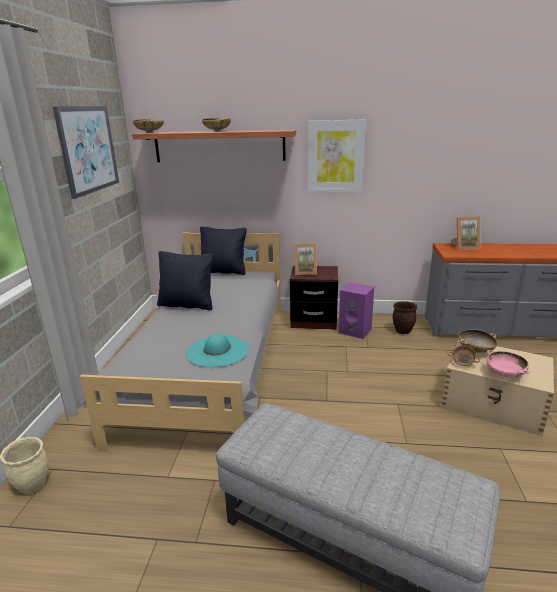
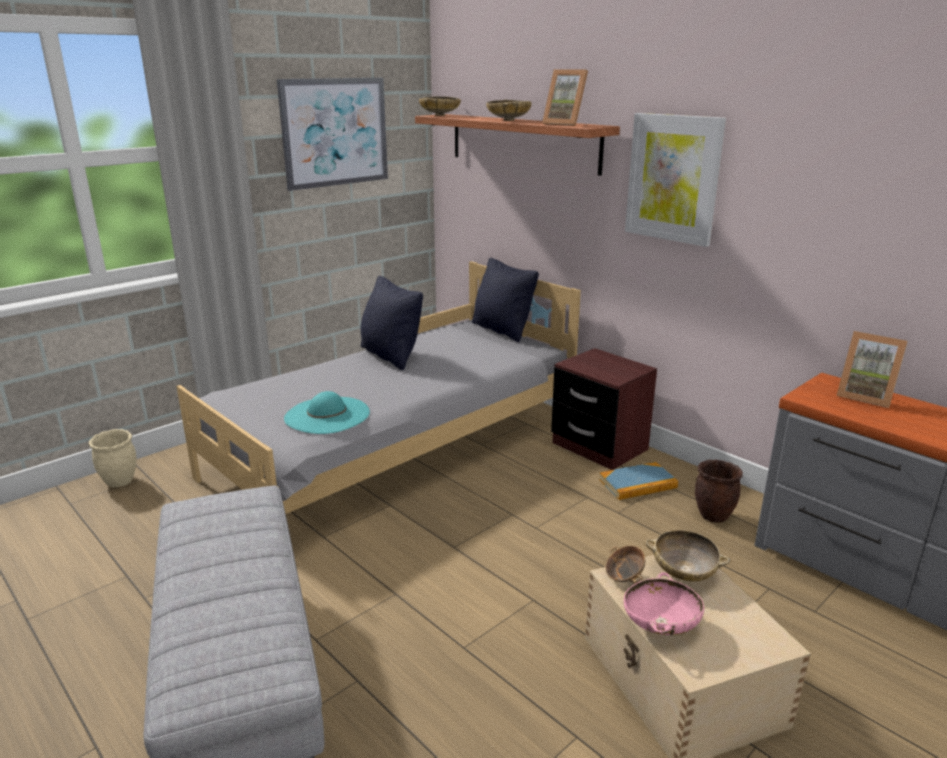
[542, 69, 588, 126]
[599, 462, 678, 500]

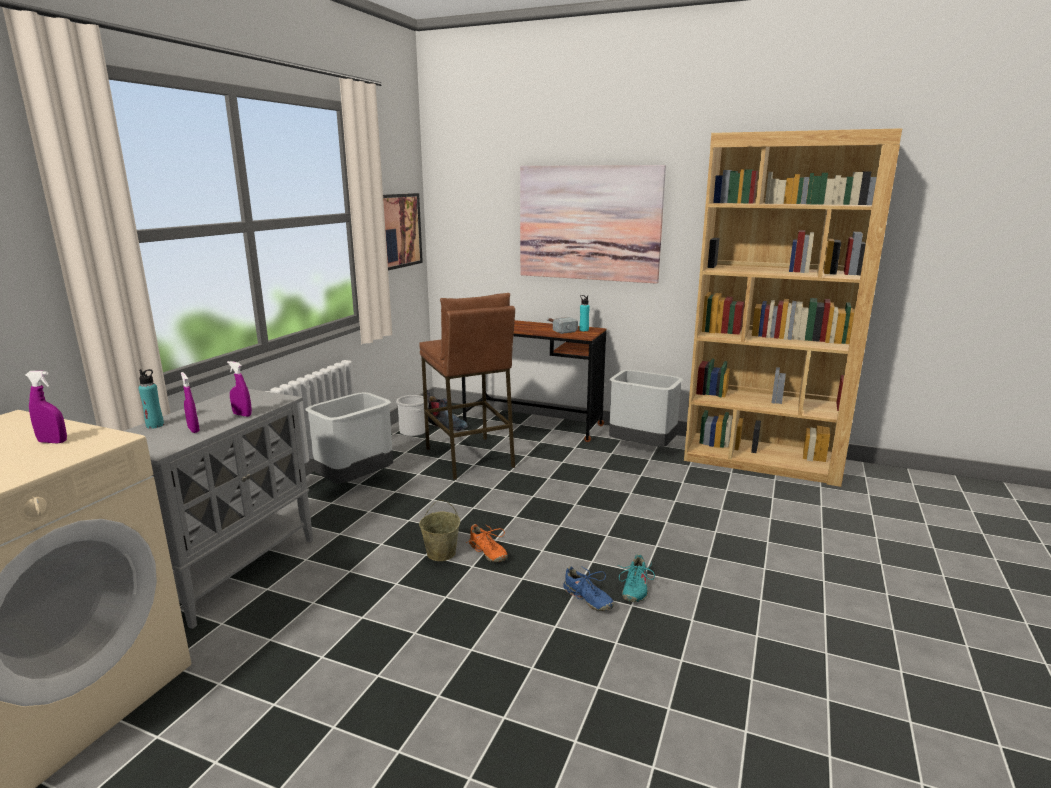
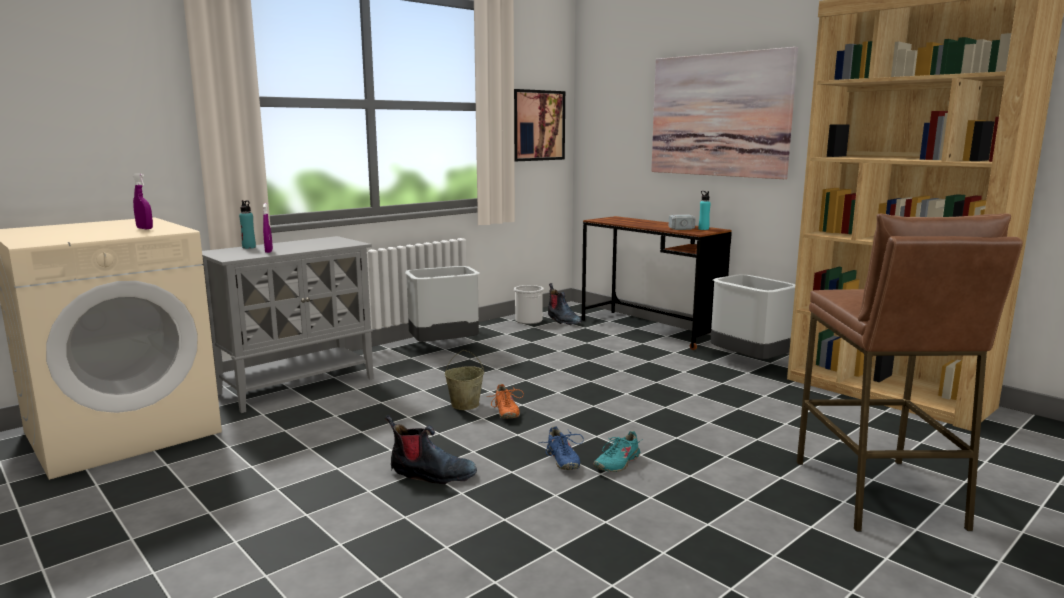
[227, 361, 252, 417] (first image)
[797, 213, 1023, 532]
[385, 415, 477, 484]

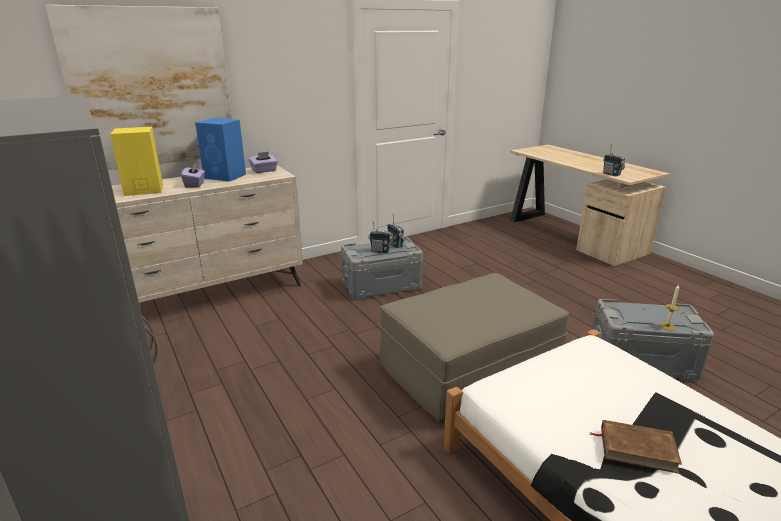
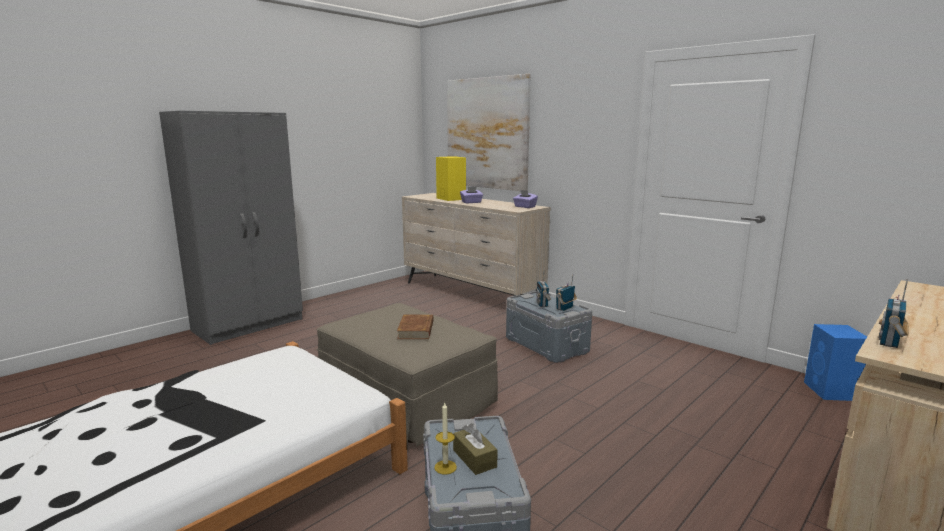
[804, 324, 867, 401]
[397, 314, 434, 339]
[453, 423, 498, 475]

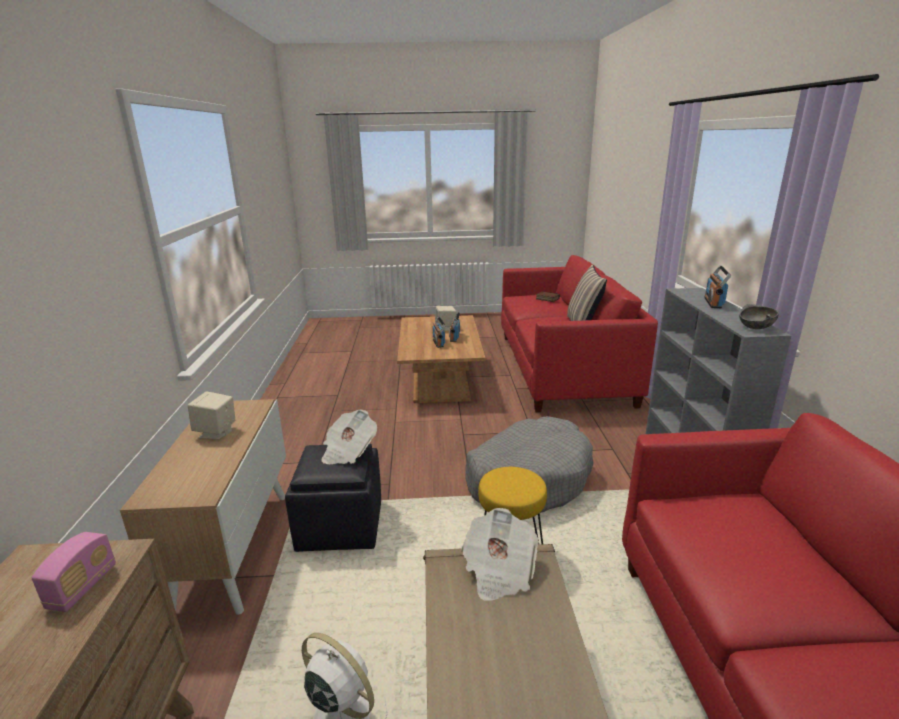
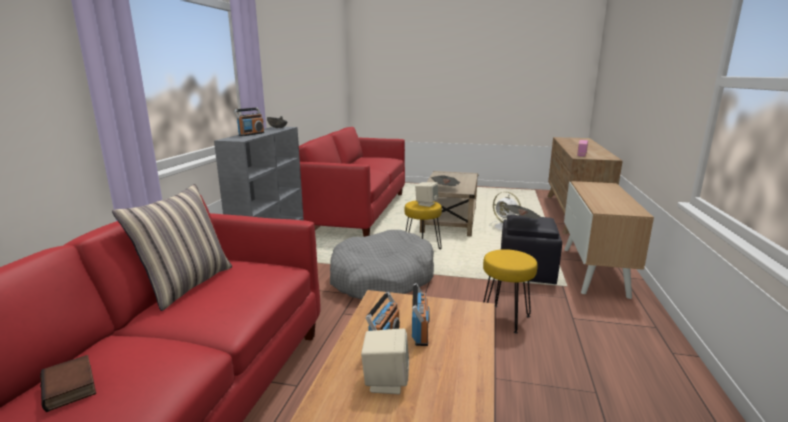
[415, 182, 438, 207]
[483, 249, 538, 334]

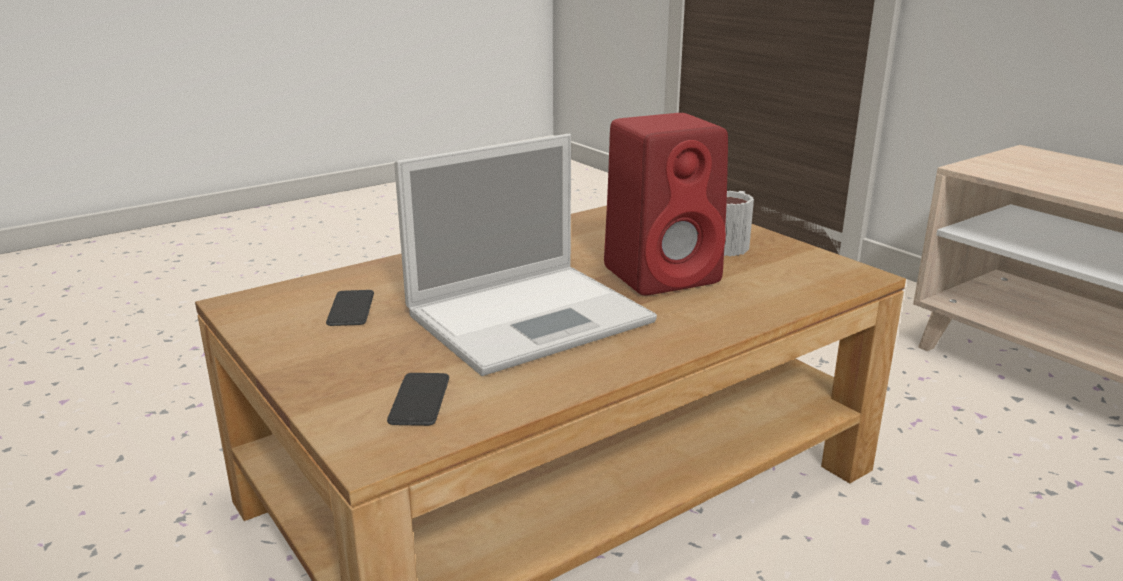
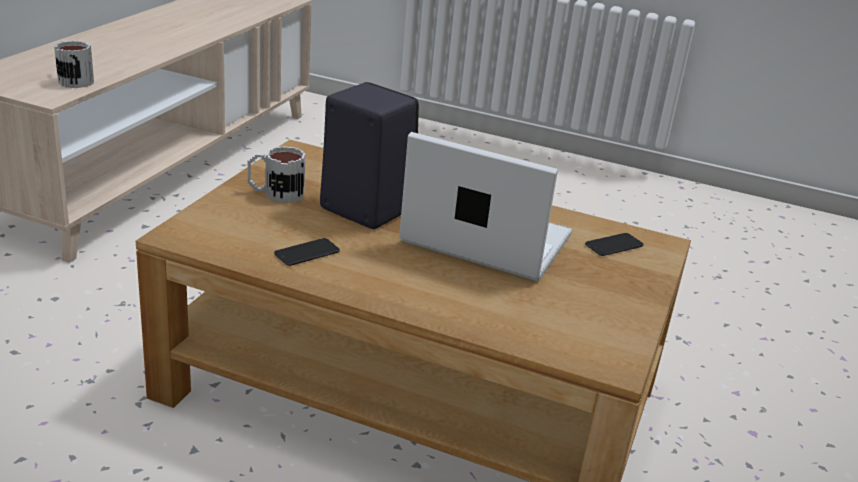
[274, 238, 340, 266]
[320, 82, 419, 229]
[54, 40, 94, 88]

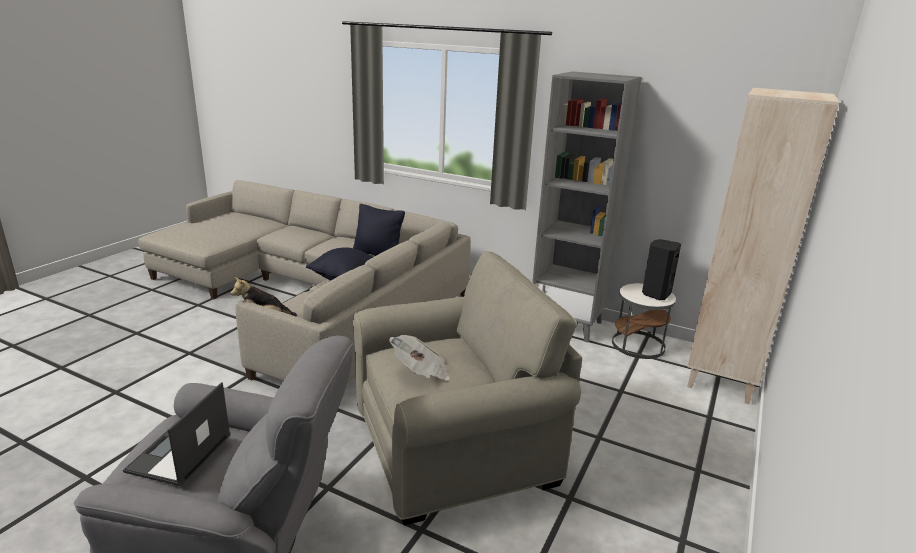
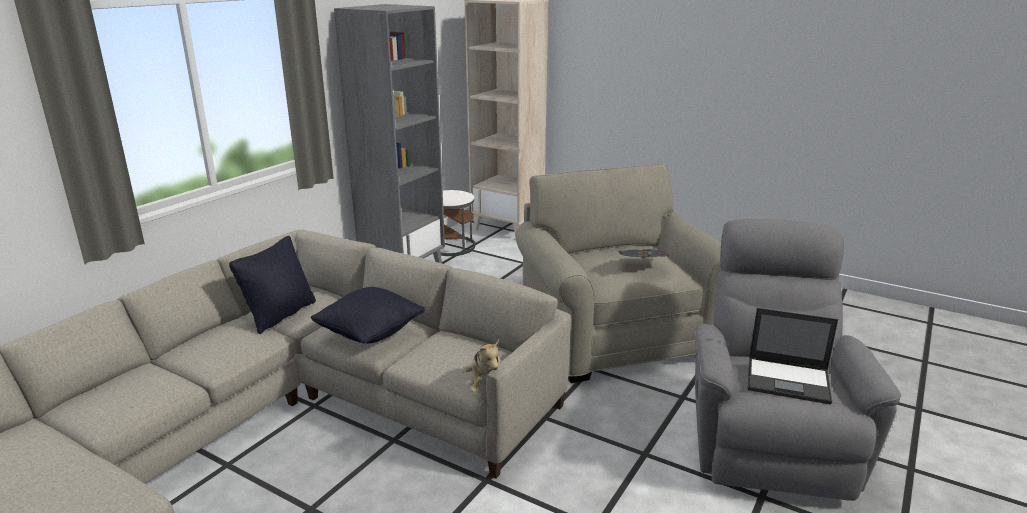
[642, 239, 681, 300] (first image)

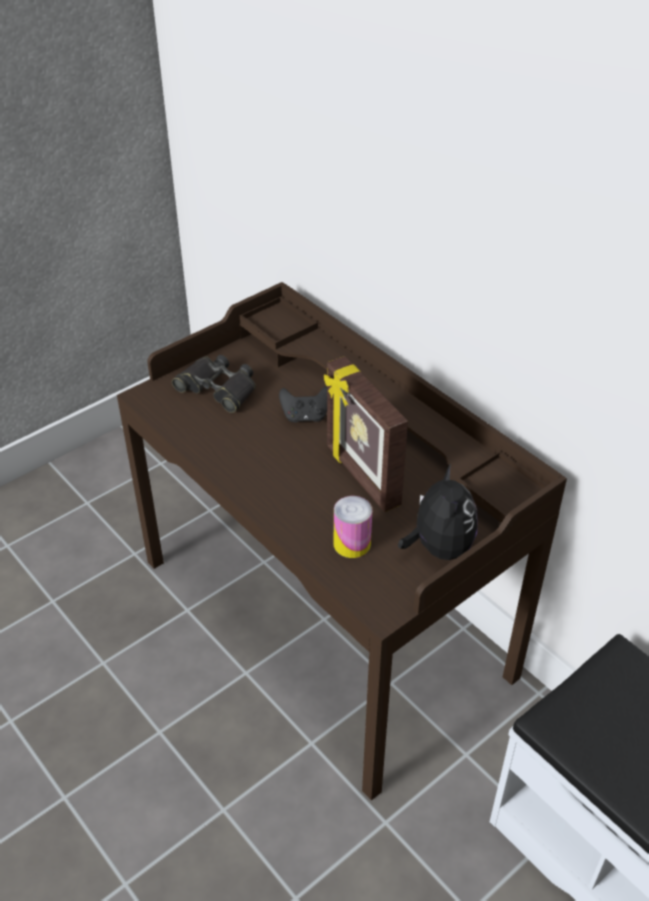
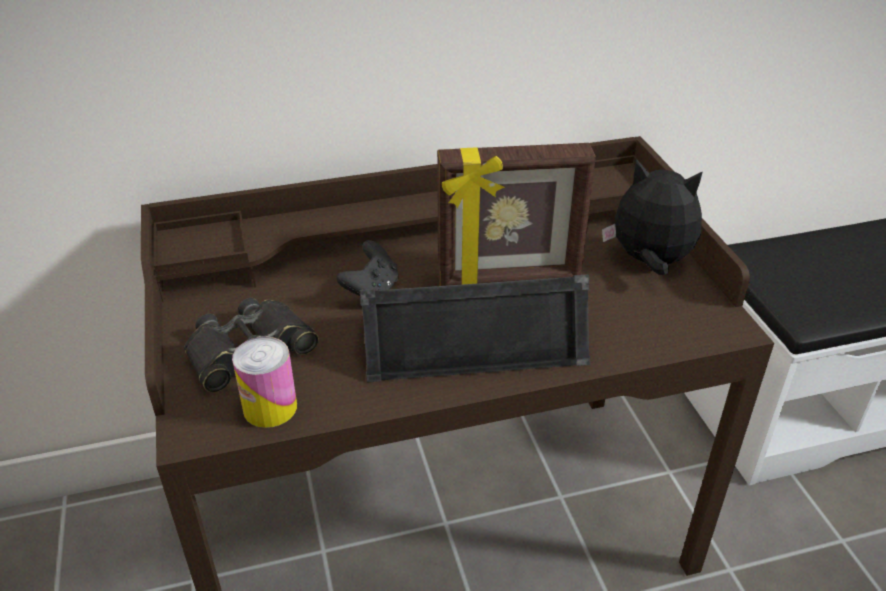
[232, 337, 297, 428]
[360, 274, 590, 382]

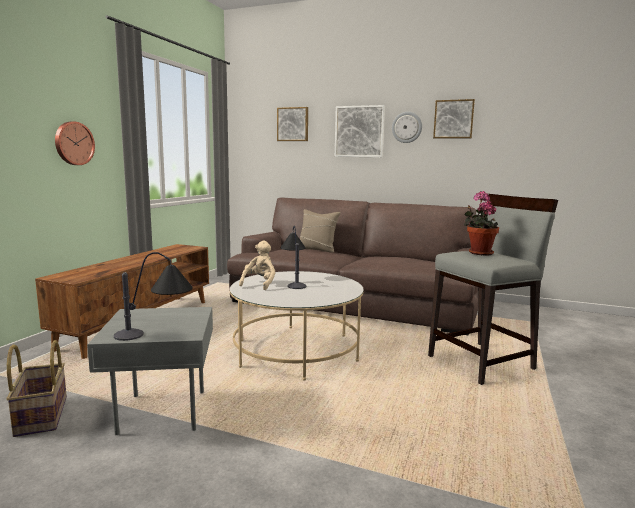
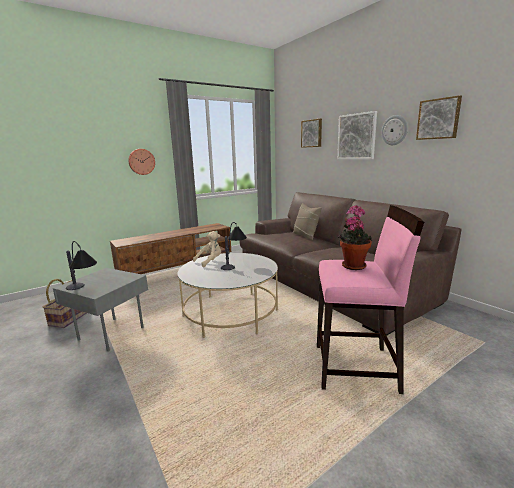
[317, 205, 424, 394]

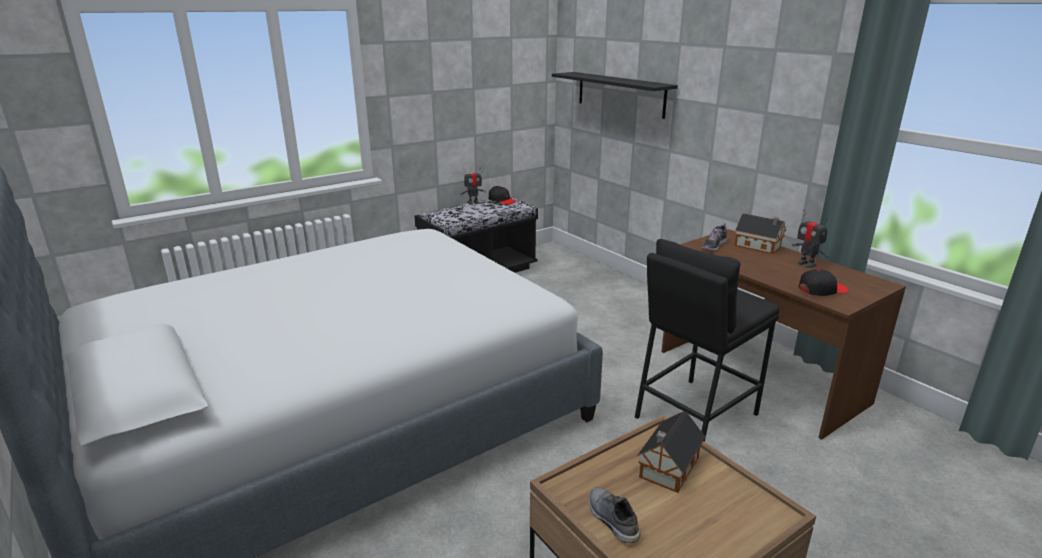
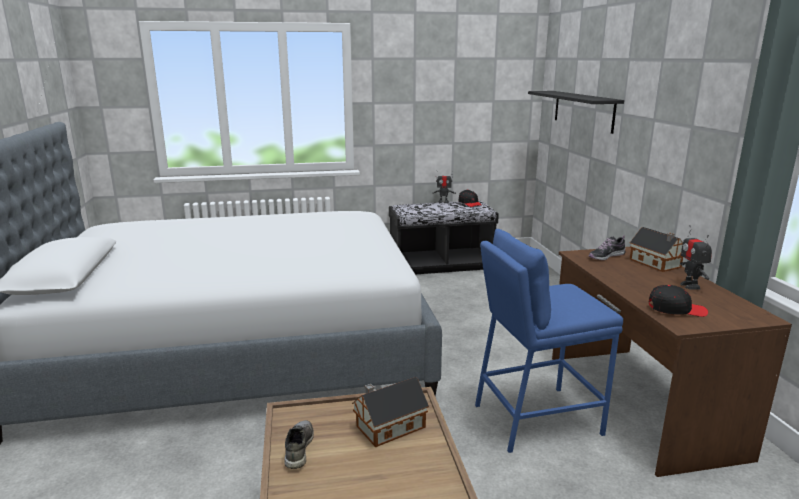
[475, 229, 623, 453]

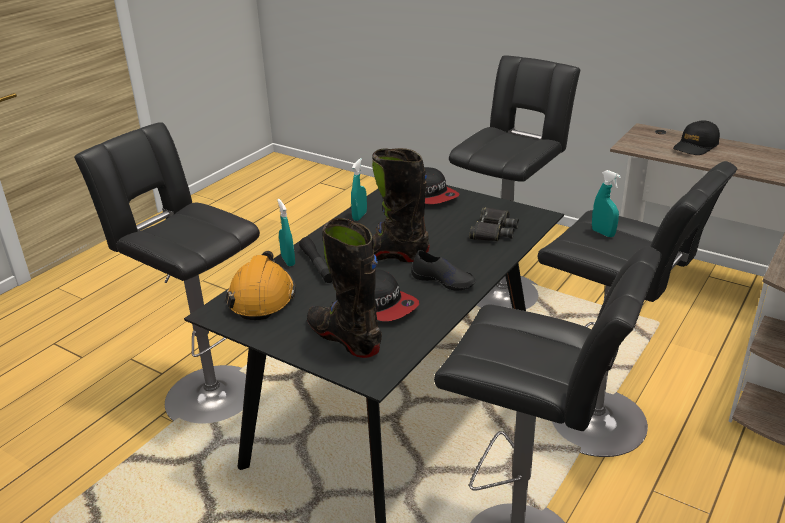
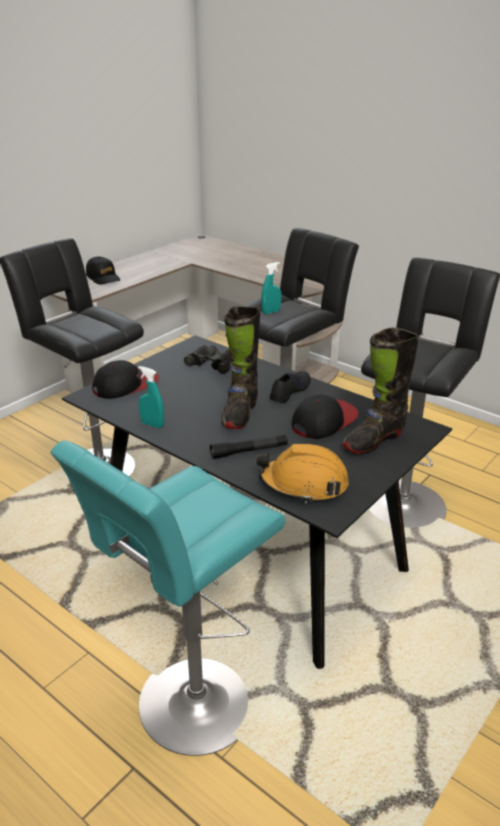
[51, 440, 285, 756]
[277, 199, 295, 266] (first image)

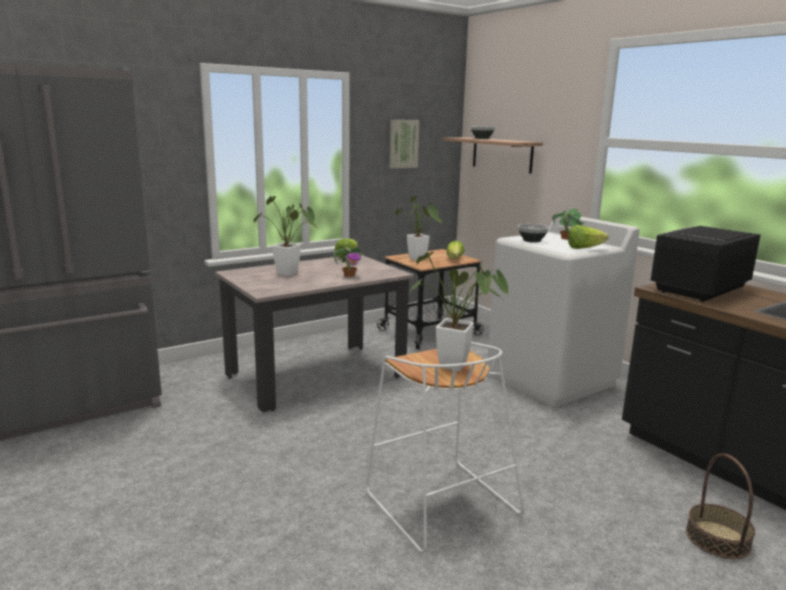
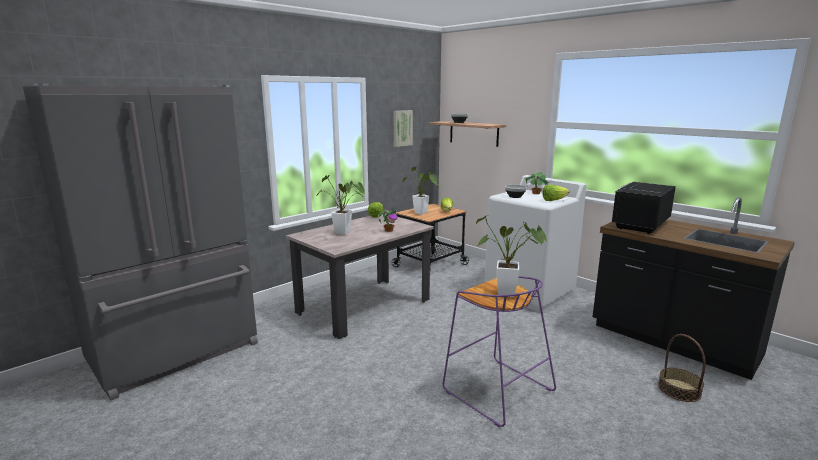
[443, 276, 556, 427]

